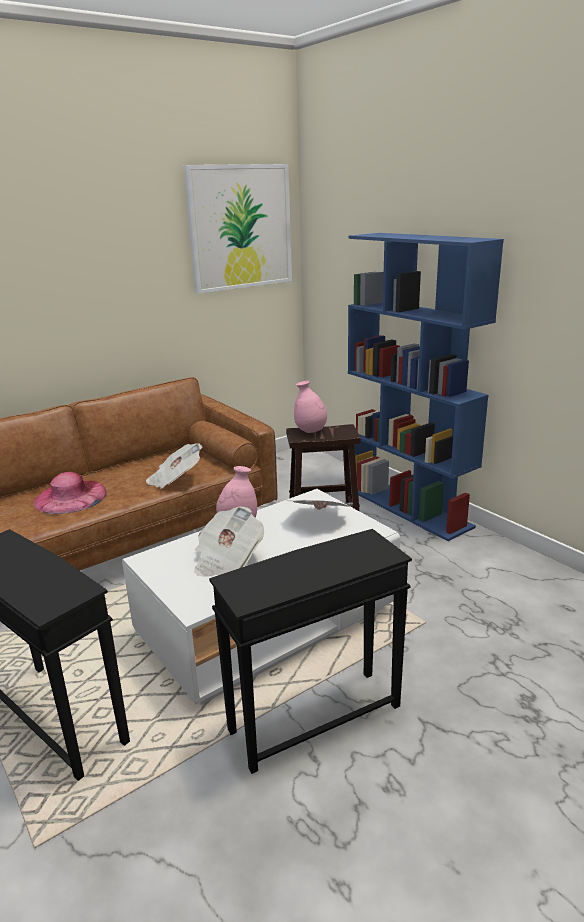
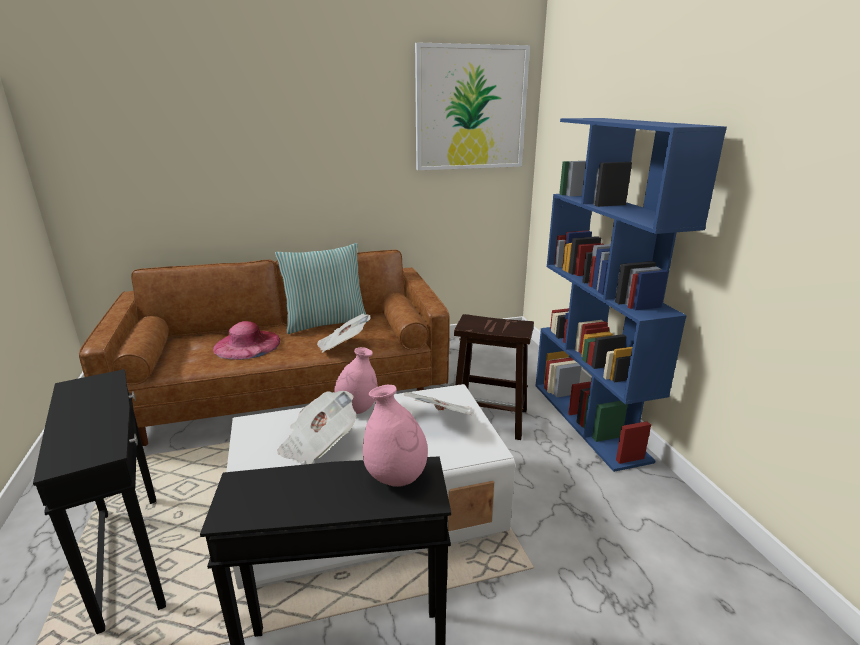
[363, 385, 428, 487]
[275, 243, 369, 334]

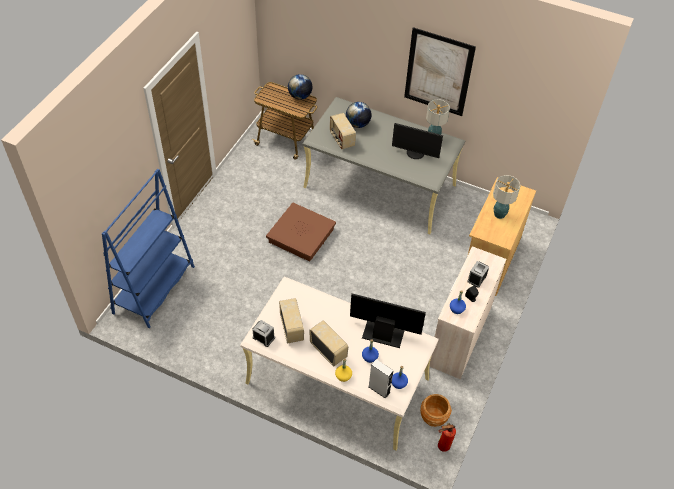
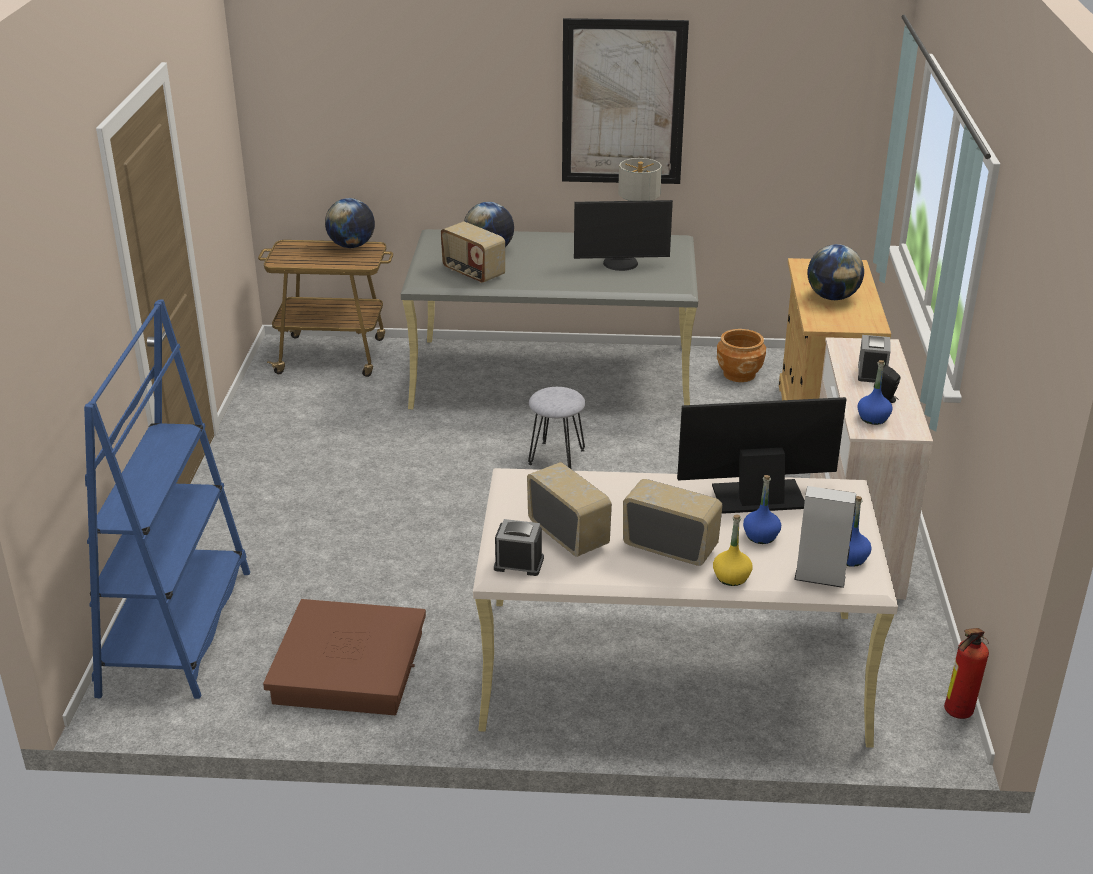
[263, 599, 426, 715]
[717, 329, 766, 382]
[808, 244, 864, 300]
[528, 387, 585, 469]

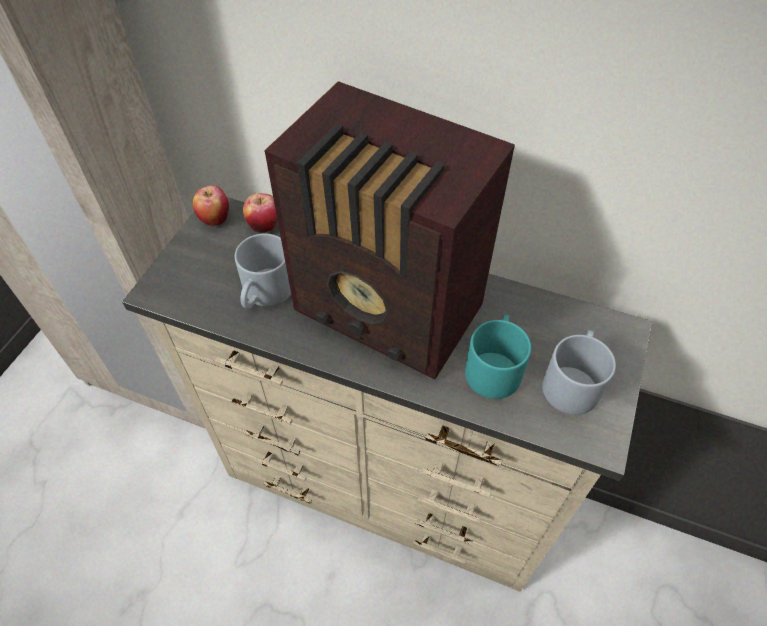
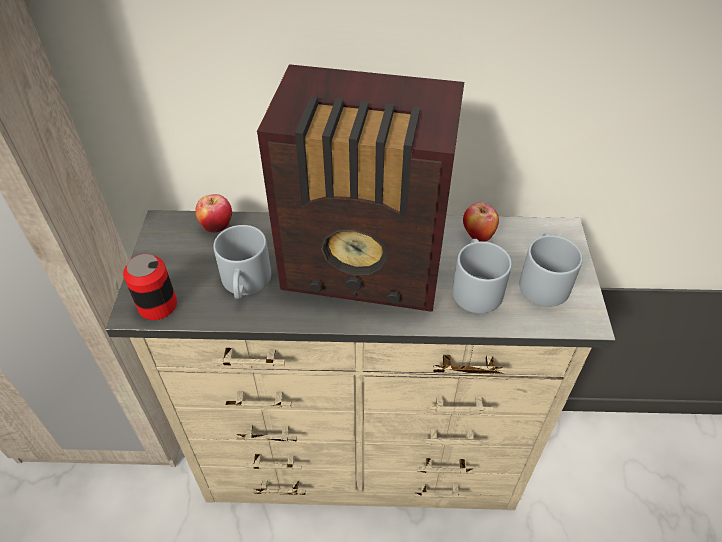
[463, 202, 499, 242]
[452, 239, 512, 314]
[123, 254, 177, 320]

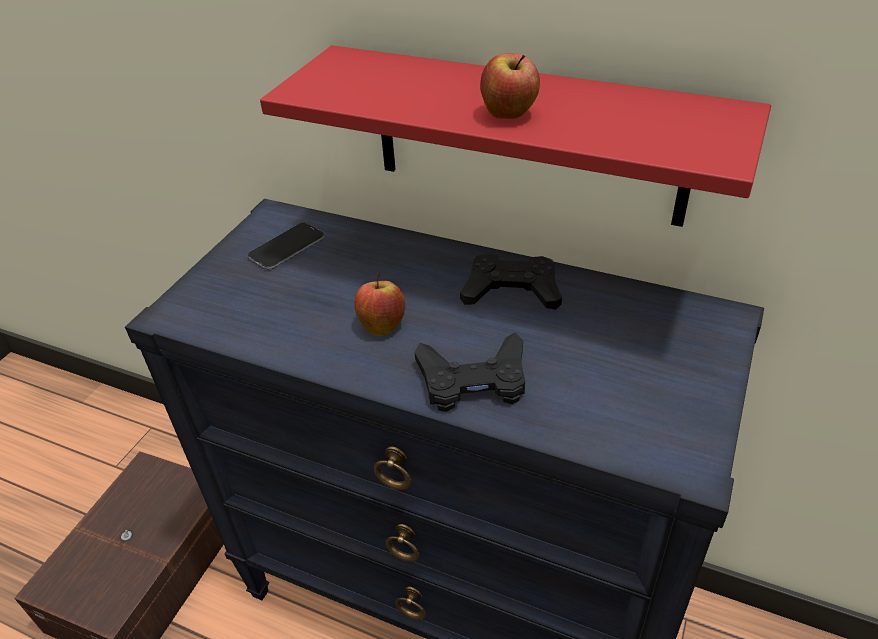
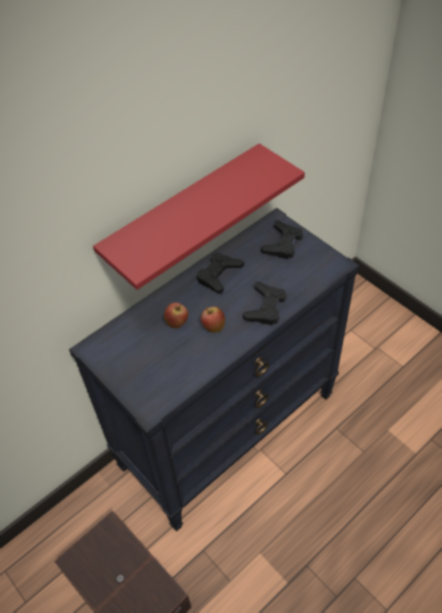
[248, 223, 324, 269] (first image)
[164, 303, 188, 328]
[261, 220, 303, 259]

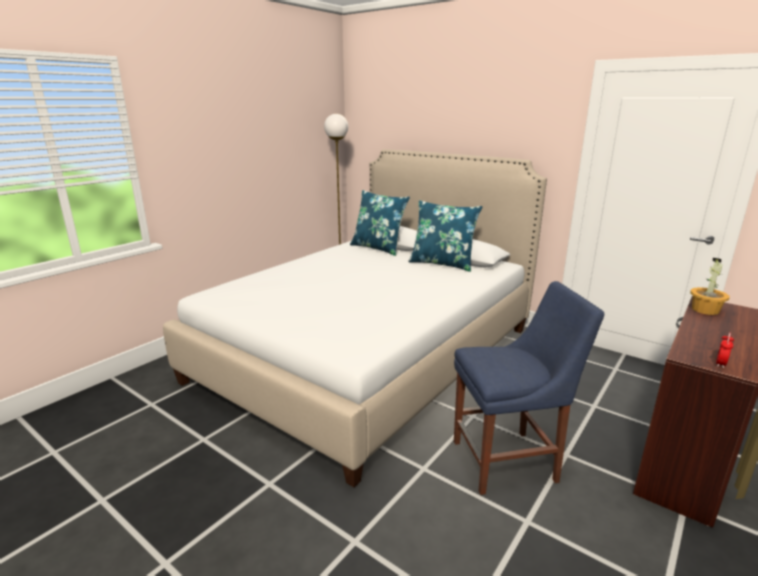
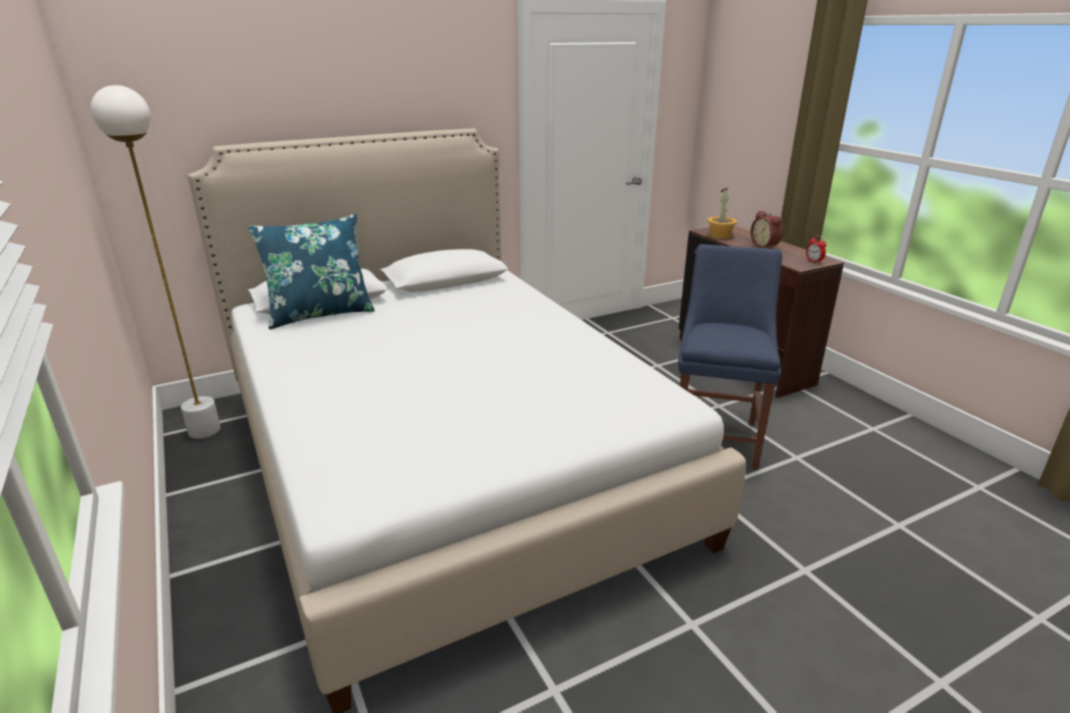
[408, 200, 482, 272] (first image)
[751, 210, 783, 249]

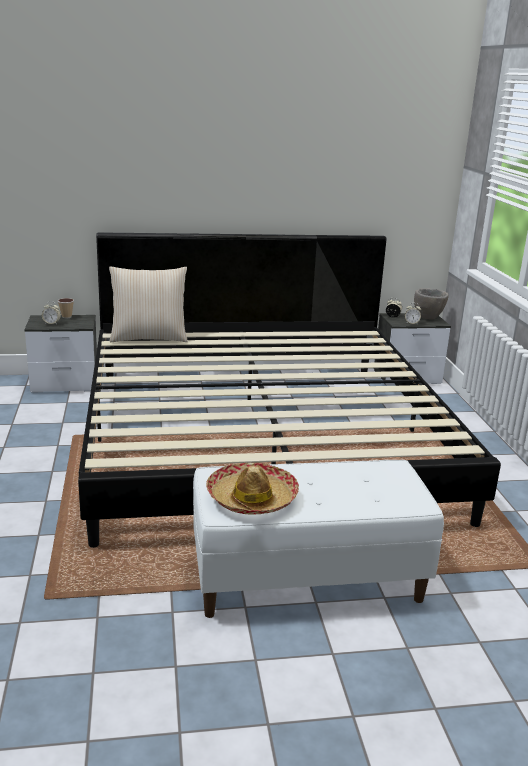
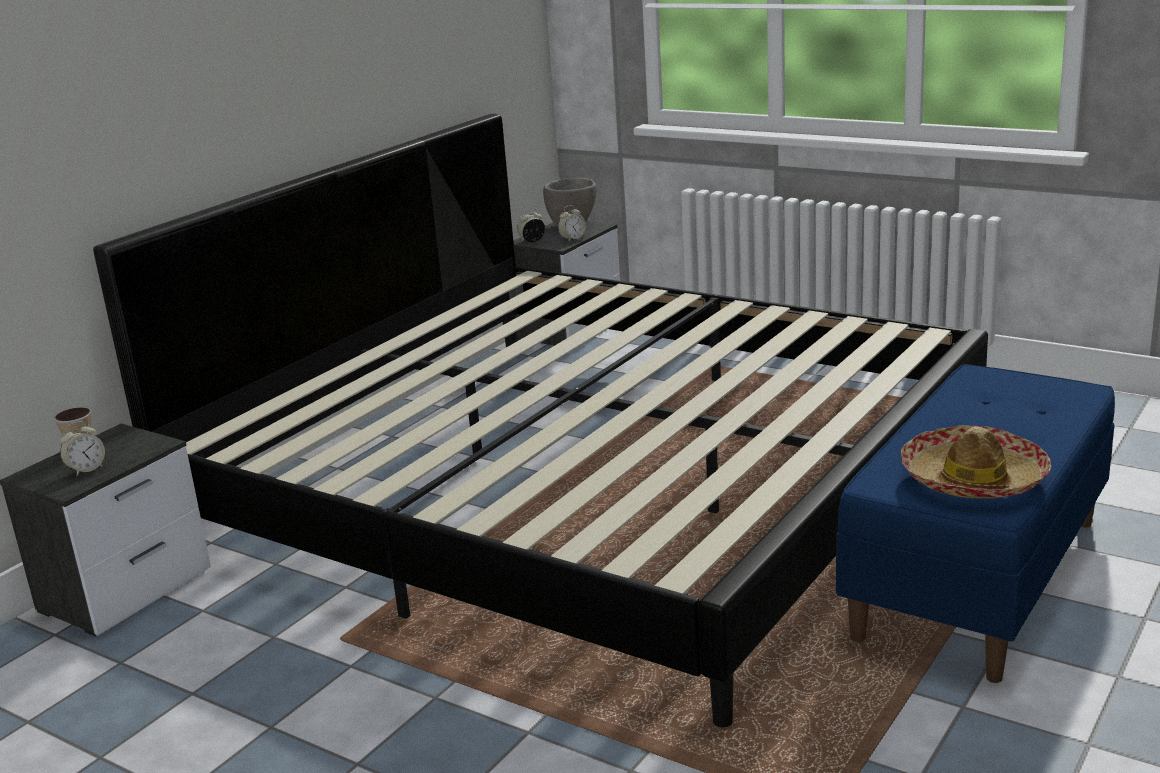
[109, 266, 188, 342] (first image)
[836, 364, 1115, 683]

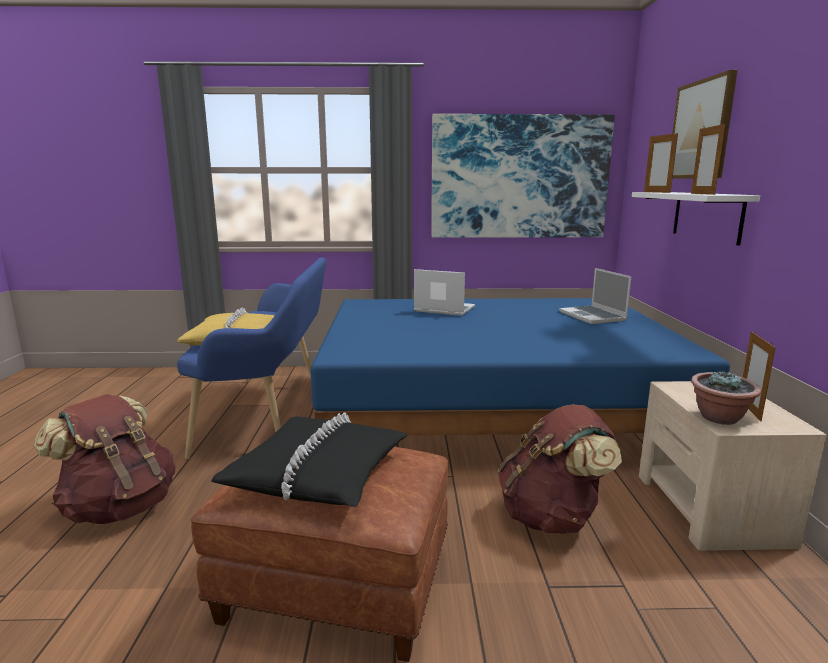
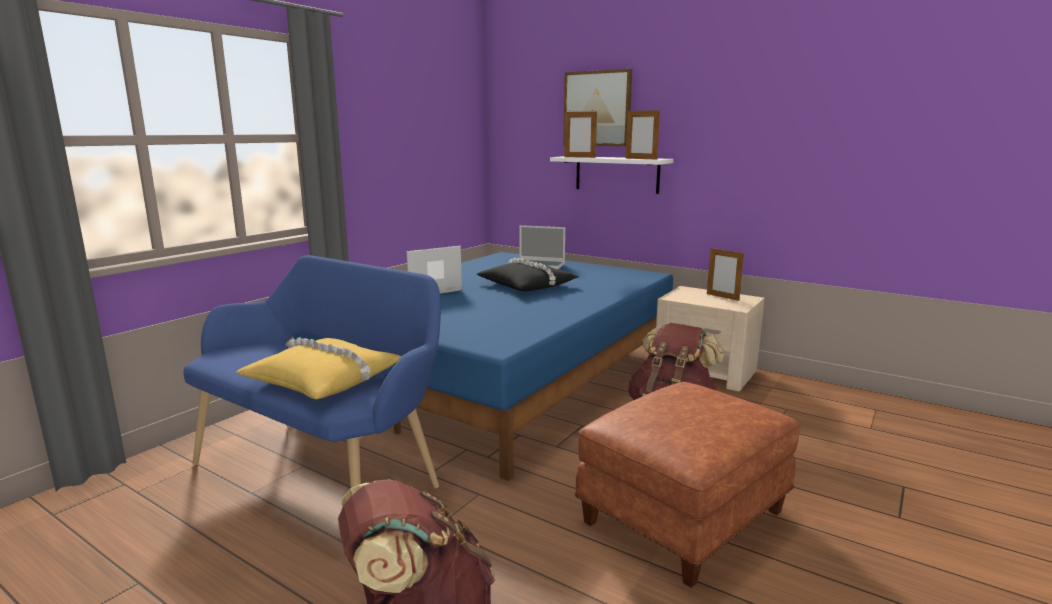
[477, 258, 579, 291]
[431, 114, 615, 238] (first image)
[691, 371, 761, 425] (first image)

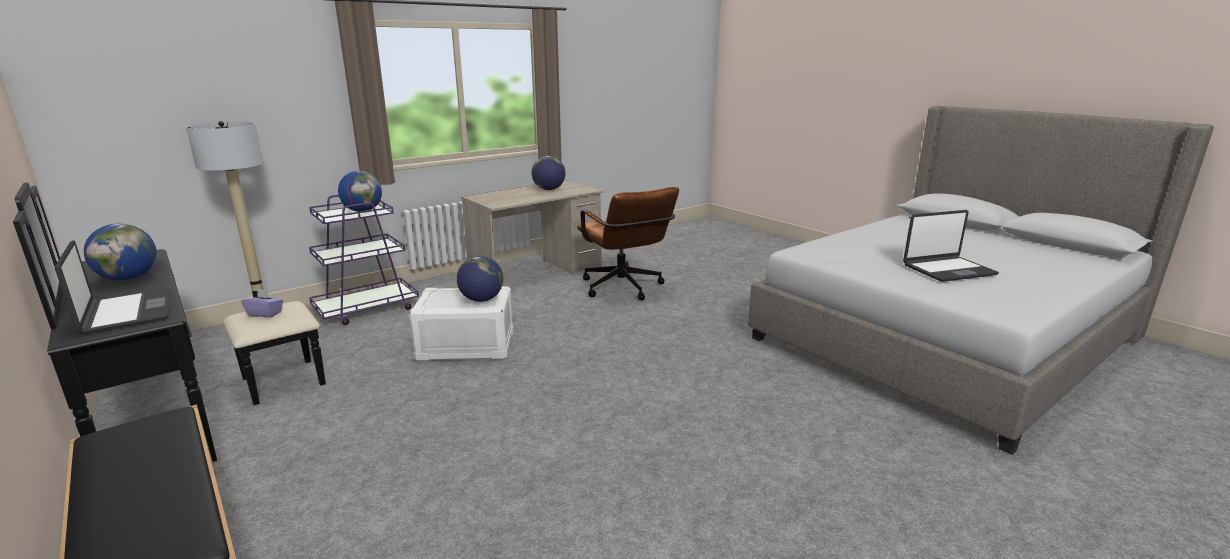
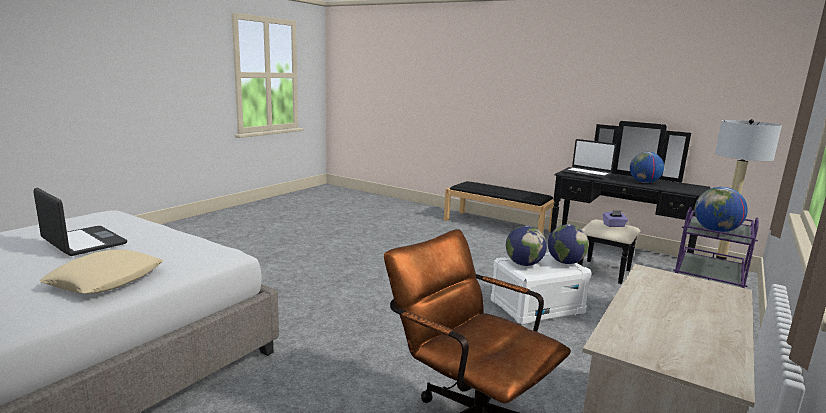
[548, 224, 589, 264]
[33, 188, 127, 256]
[40, 250, 163, 294]

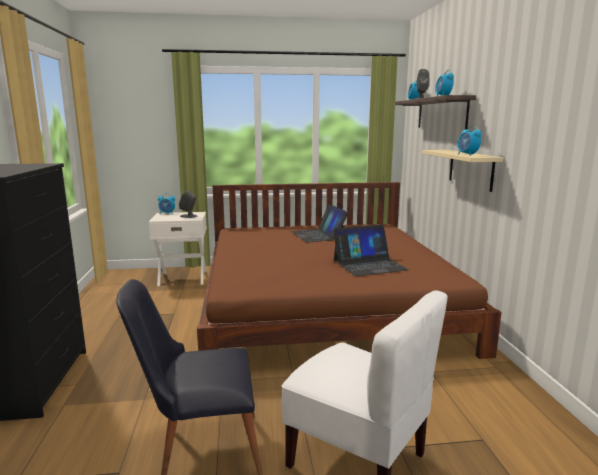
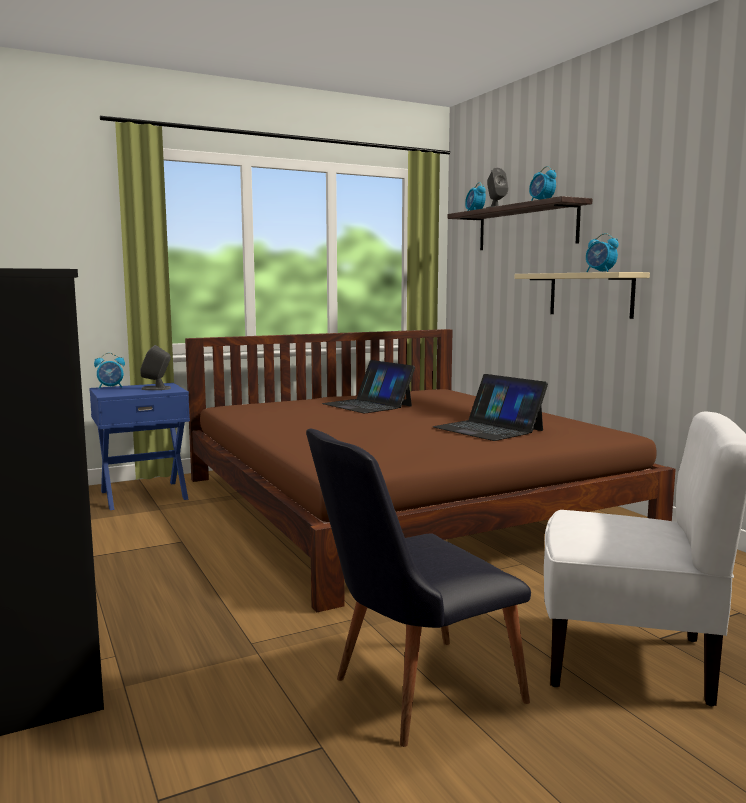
[89, 383, 190, 510]
[433, 374, 548, 441]

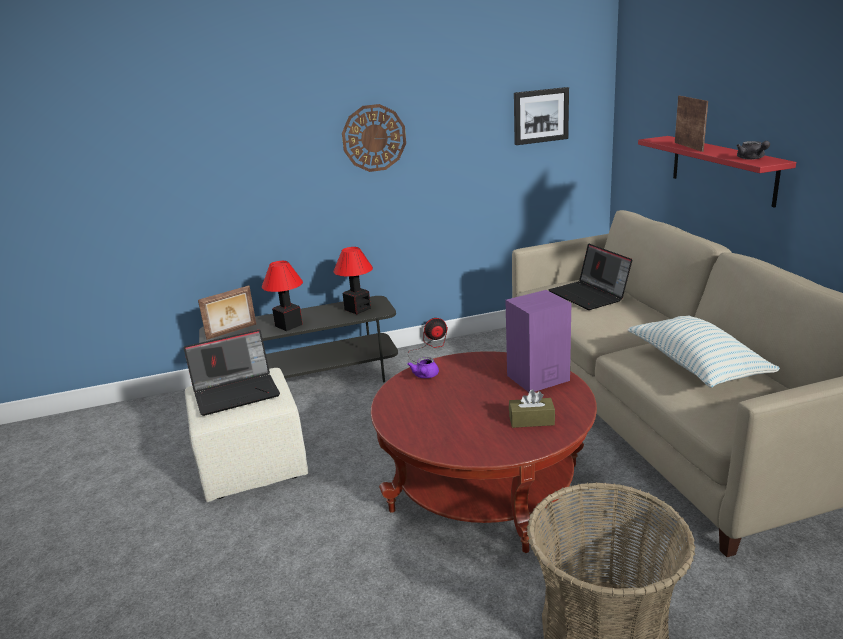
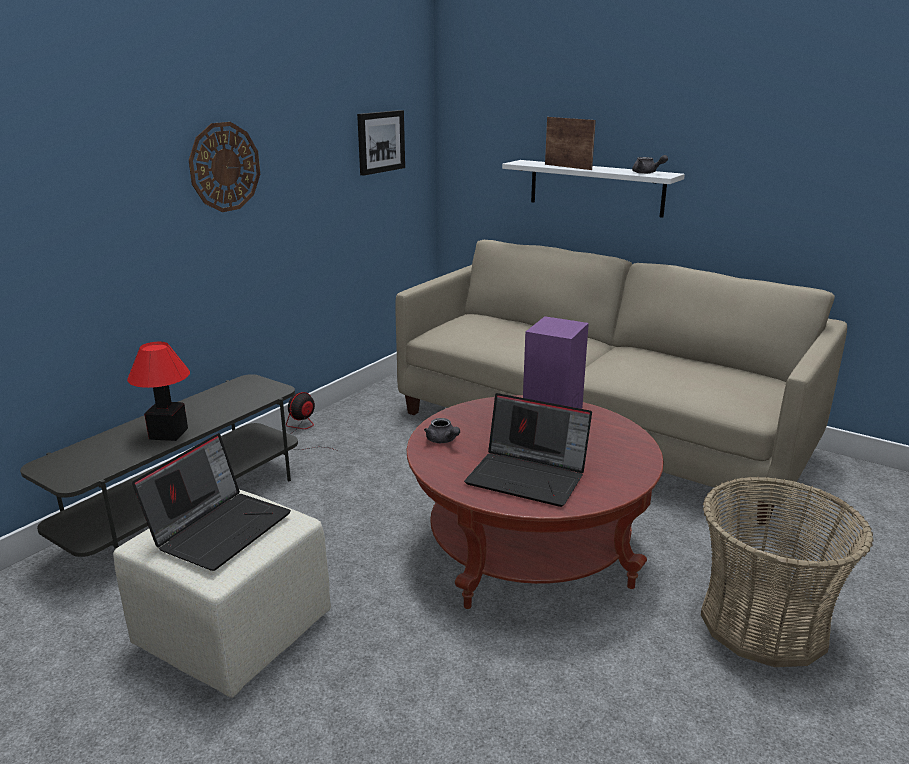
[198, 285, 256, 340] (first image)
[333, 247, 373, 314] (first image)
[424, 418, 460, 443]
[509, 390, 555, 428] (first image)
[464, 393, 592, 507]
[628, 315, 780, 388] (first image)
[502, 160, 685, 218]

